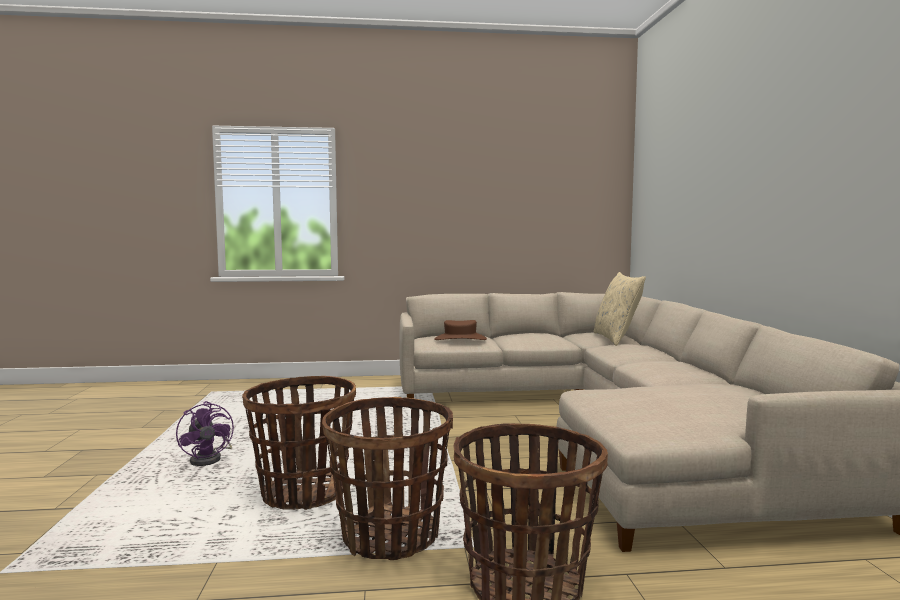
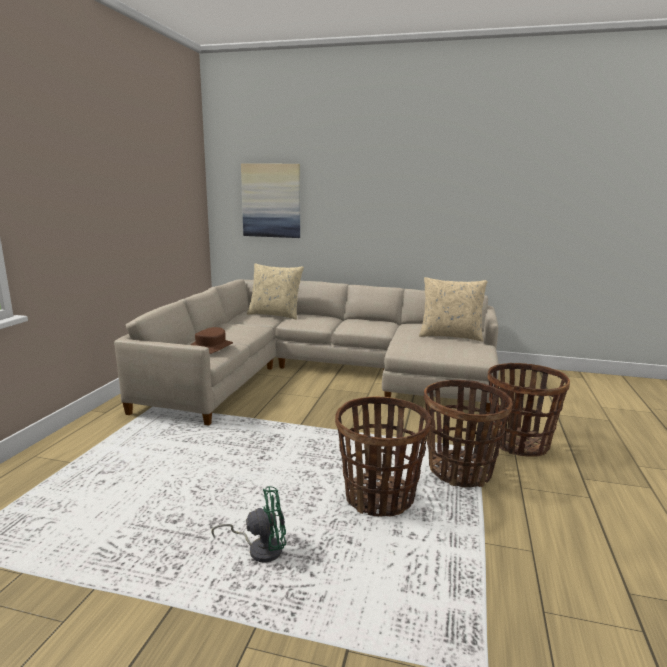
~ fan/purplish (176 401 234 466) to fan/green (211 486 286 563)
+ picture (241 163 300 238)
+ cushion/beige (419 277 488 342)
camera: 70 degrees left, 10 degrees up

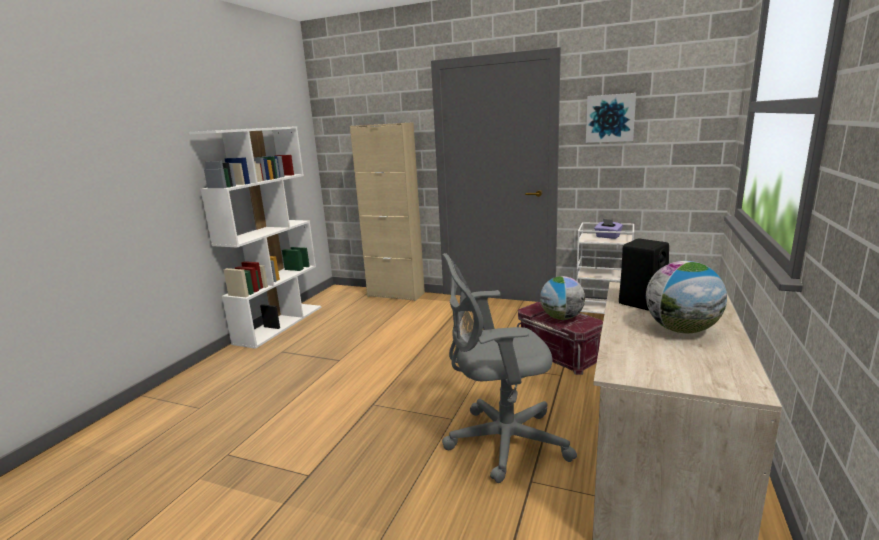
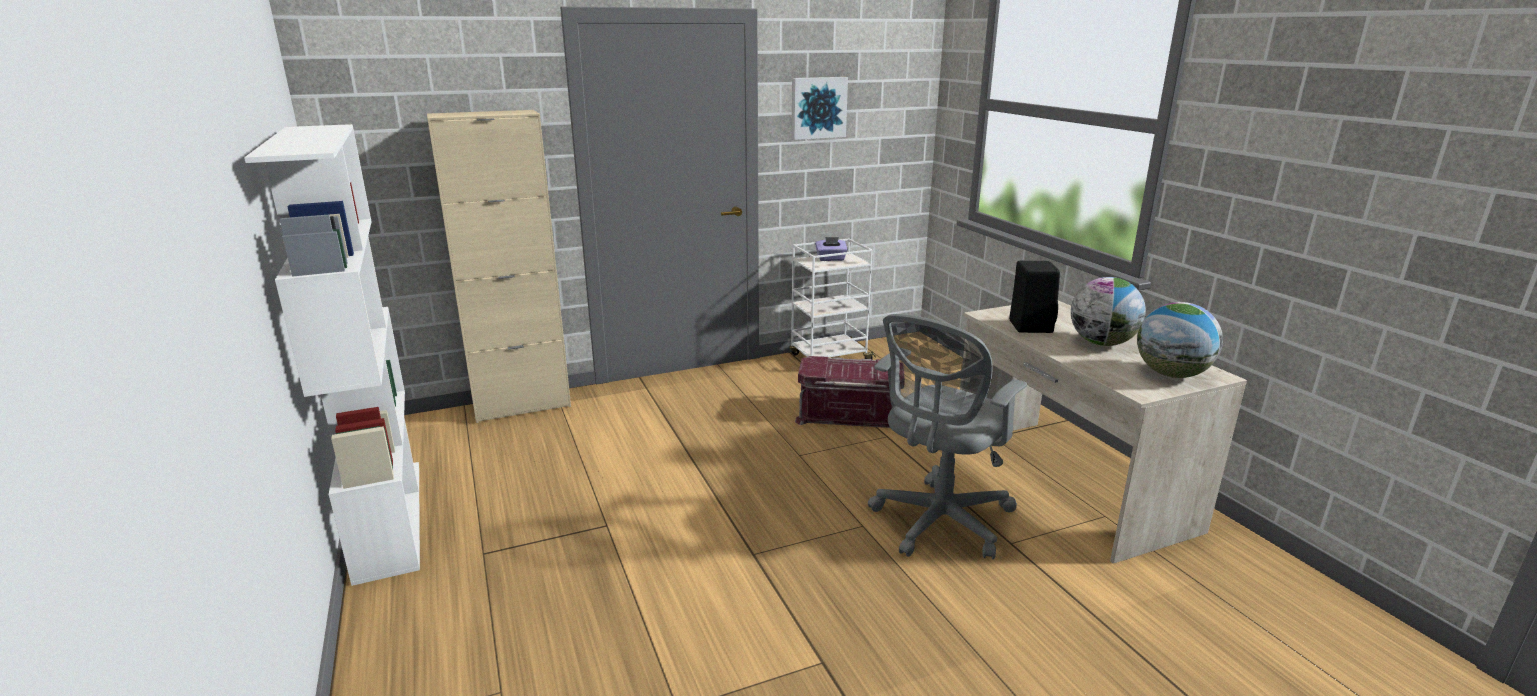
~ world globe (540 276 585 320) to (1137 302 1223 378)
camera: 45 degrees left, 5 degrees up

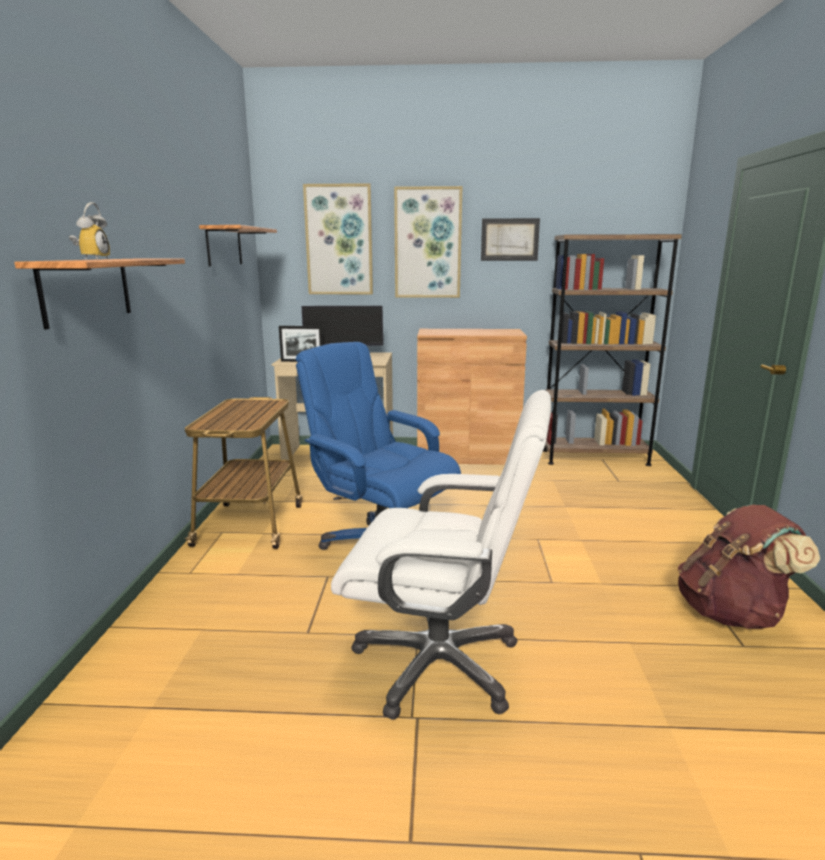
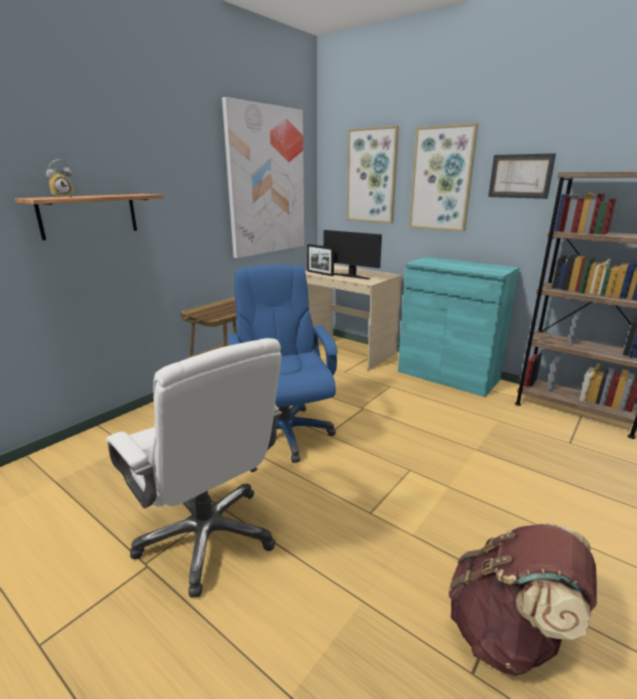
~ wall shelf (199 225 277 266) to picture (222 97 304 258)
~ cupboard/brown-coloured (417 329 527 465) to cupboard/blue-green (398 257 520 397)
camera: 35 degrees right, 5 degrees up

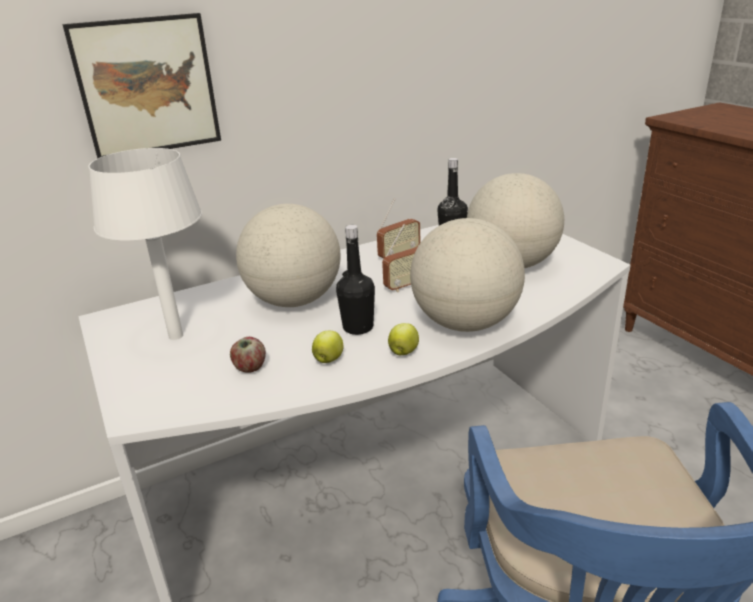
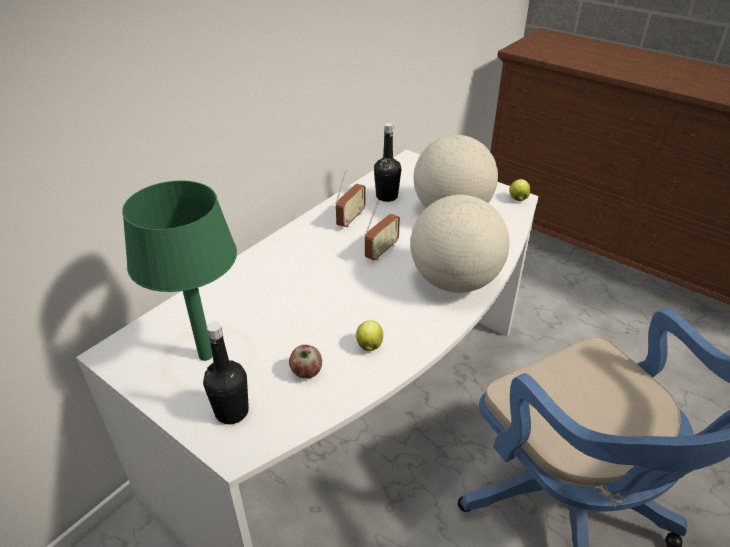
- picture (63 13 221 159)
~ lamp for a table/white-coloured (89 148 202 340) to lamp for a table/green (122 180 237 361)
- world globe (236 204 340 307)
~ bottle/black (336 225 375 335) to (203 322 249 424)
~ apple (388 323 419 355) to (509 179 530 201)
camera: 25 degrees left, 10 degrees up

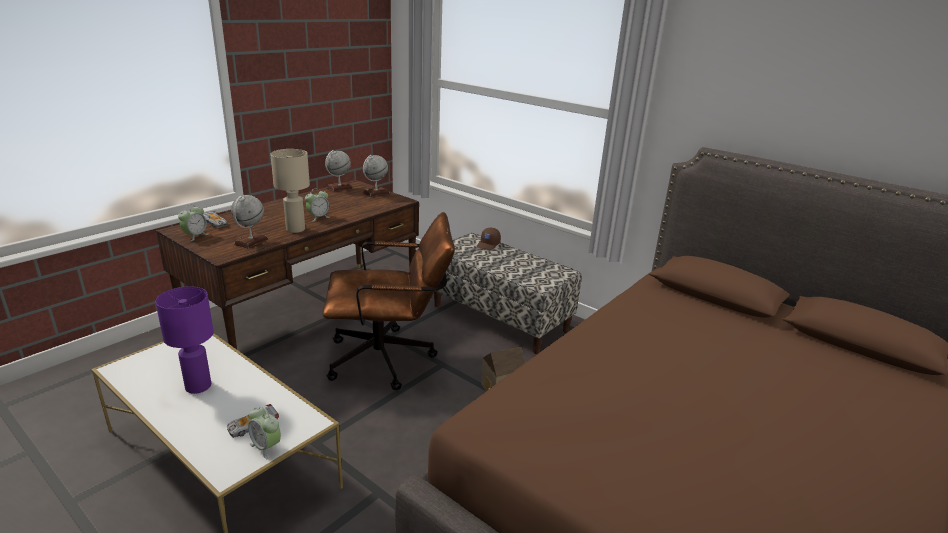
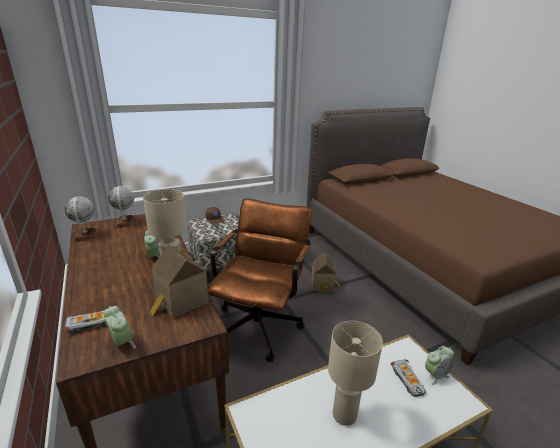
~ world globe (231 195 268 248) to model house (150 245 208 318)
~ lamp for a table/purplish (155 286 214 394) to lamp for a table/beige (328 321 383 426)
camera: 65 degrees left, 0 degrees up

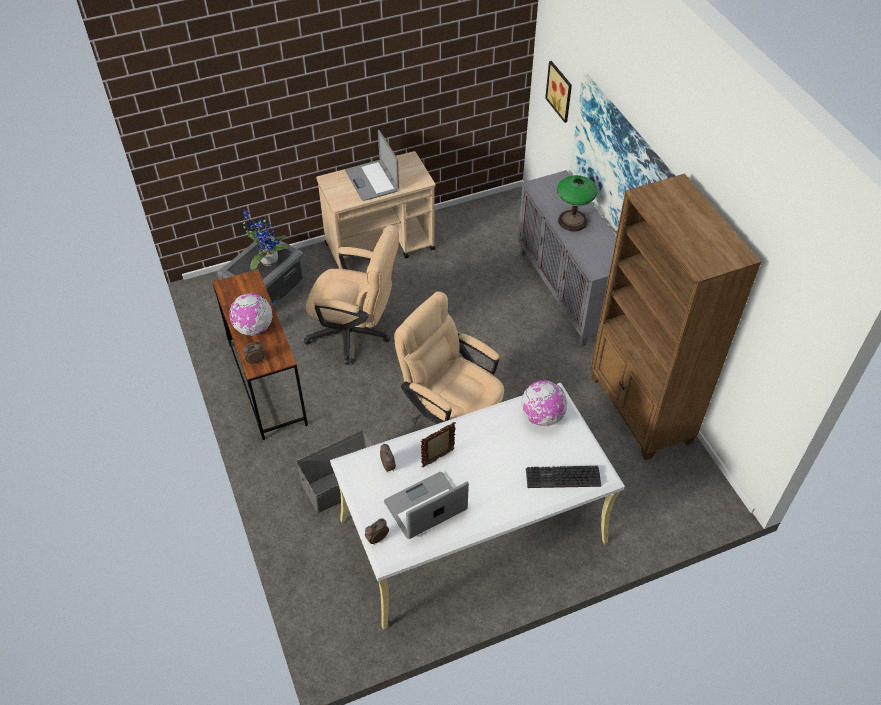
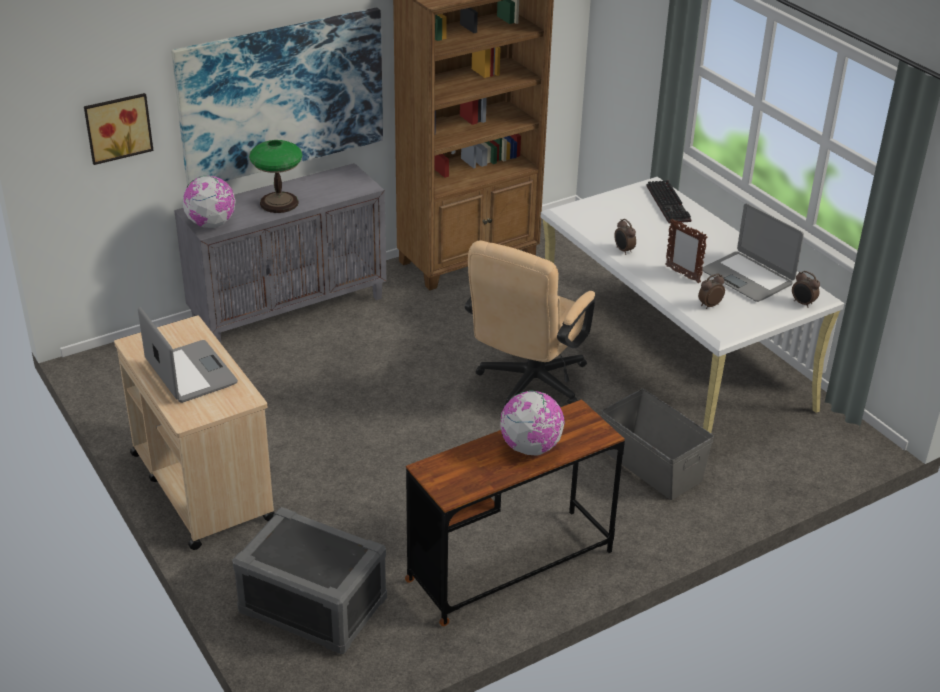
~ notebook computer (345 130 399 201) = (138 307 238 403) 90 degrees counterclockwise
- potted plant (243 209 287 270)
- office chair/beige (304 225 399 365)
~ alarm clock (243 342 265 365) to (614 219 636 255)
~ world globe (521 380 567 426) to (182 176 236 228)
camera: 100 degrees left, 15 degrees down

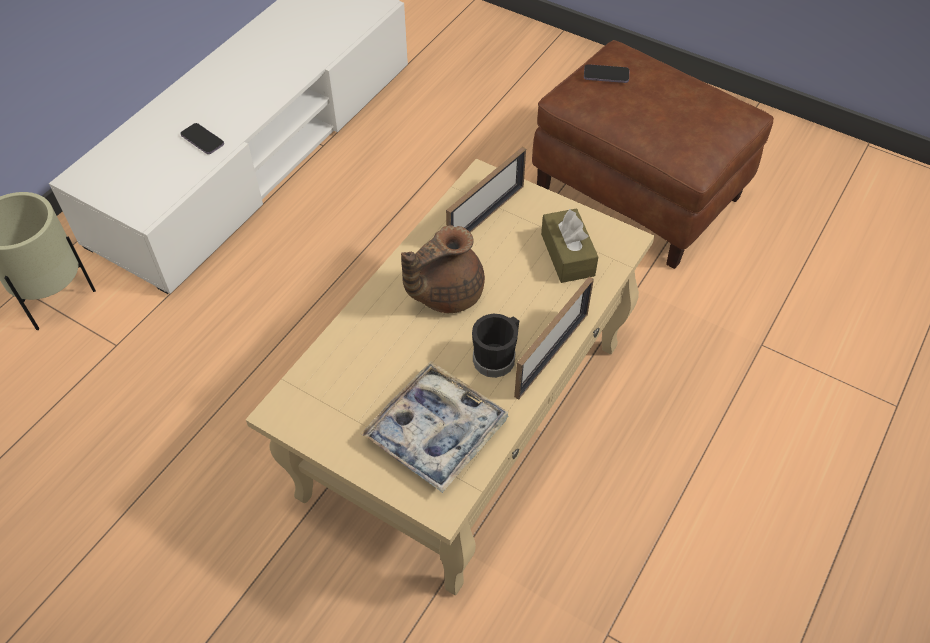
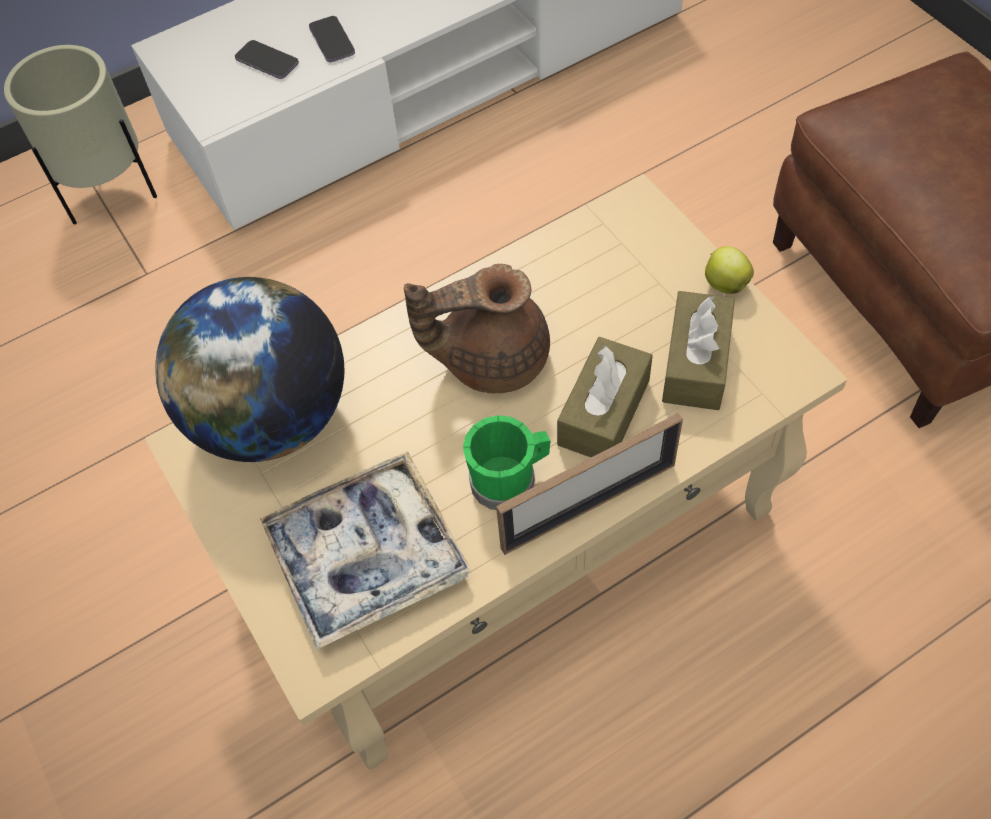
~ handset (584 64 629 83) to (235 40 299 79)
- photo frame (446 147 526 233)
~ tea mug/black (472 313 519 378) to tea mug/green (463 415 550 510)
+ apple (705 246 754 294)
+ world globe (155 277 344 462)
+ tissue holder/brown-coloured (557 337 653 457)
camera: 30 degrees right, 5 degrees up

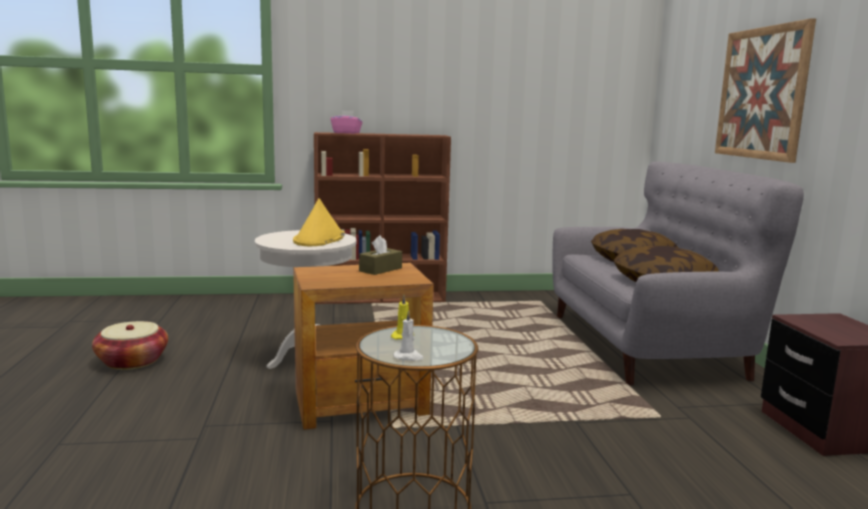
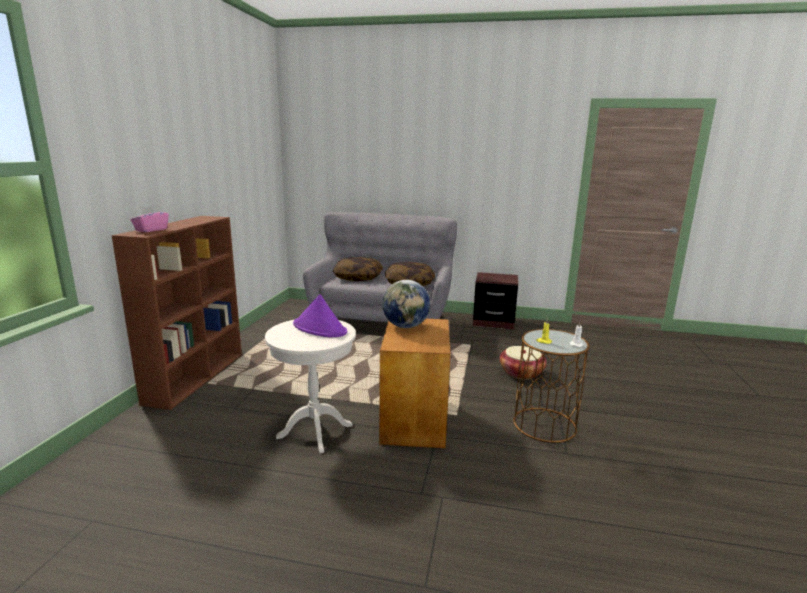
- picture (715 18 816 163)
~ hat/yellowish (293 198 345 246) to hat/purplish (293 294 347 337)
~ tissue holder/brown-coloured (359 235 402 275) to world globe (382 280 430 328)
~ basket (92 321 168 370) to (500 346 547 380)
camera: 70 degrees left, 5 degrees up

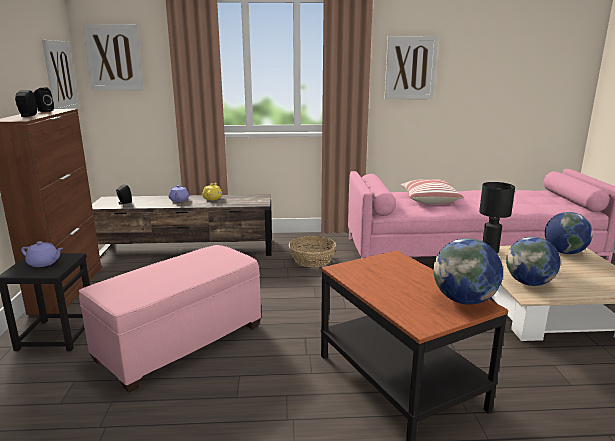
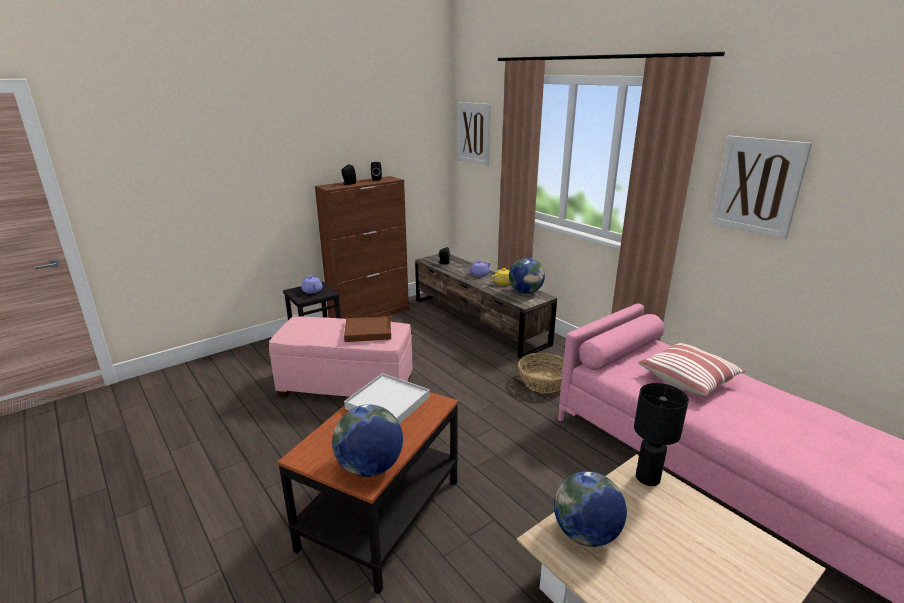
- picture (42 40 79 109)
~ world globe (545 212 593 254) to (509 258 545 294)
+ serving tray/brown-coloured (344 314 391 342)
+ serving tray/white-coloured (344 373 430 424)
camera: 55 degrees right, 5 degrees up

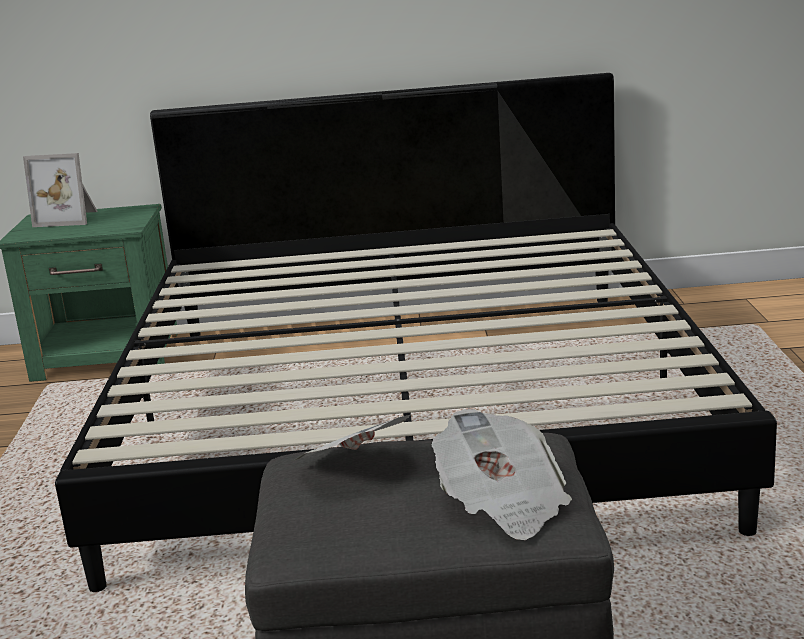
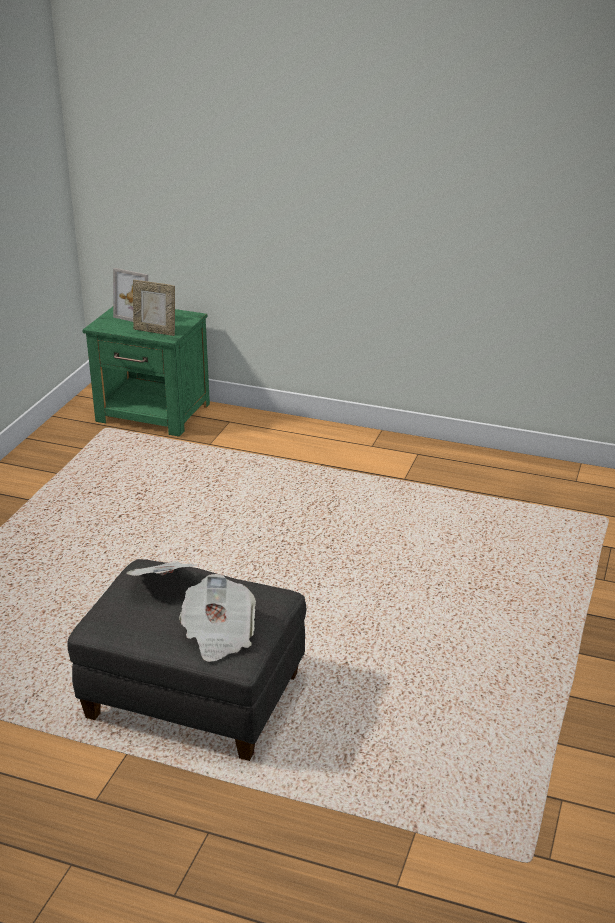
- bed (55 73 777 592)
+ photo frame (133 280 175 336)
camera: 20 degrees right, 10 degrees up

